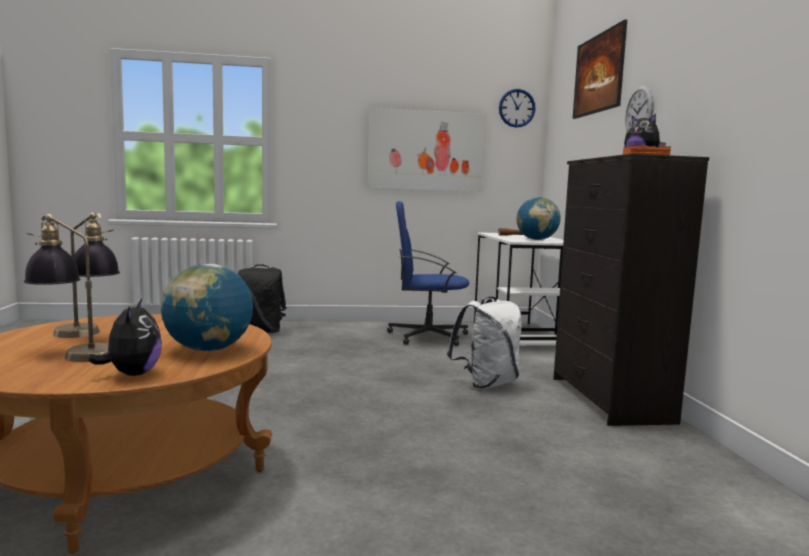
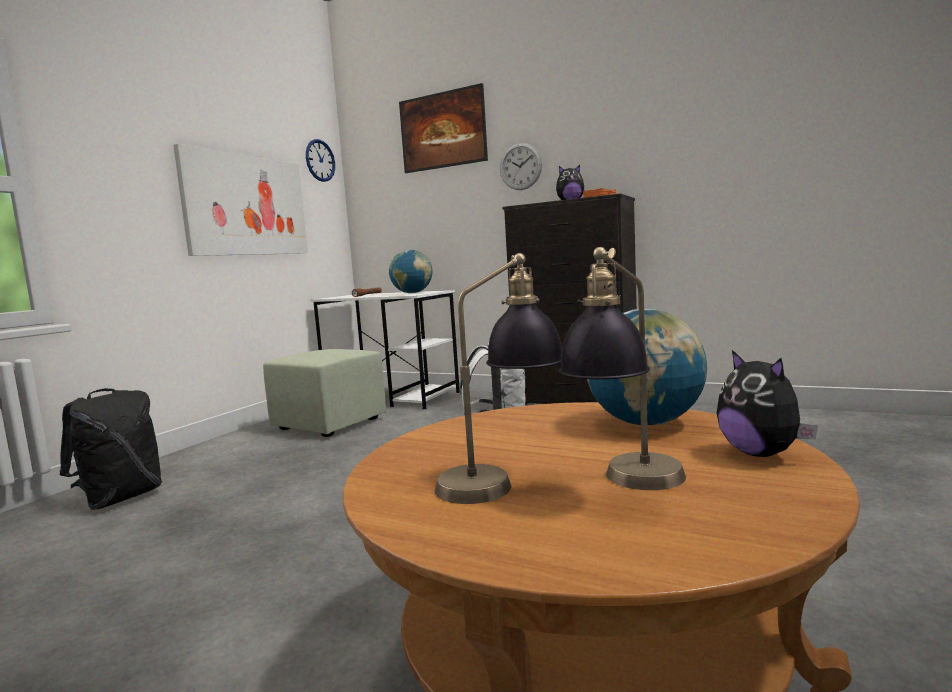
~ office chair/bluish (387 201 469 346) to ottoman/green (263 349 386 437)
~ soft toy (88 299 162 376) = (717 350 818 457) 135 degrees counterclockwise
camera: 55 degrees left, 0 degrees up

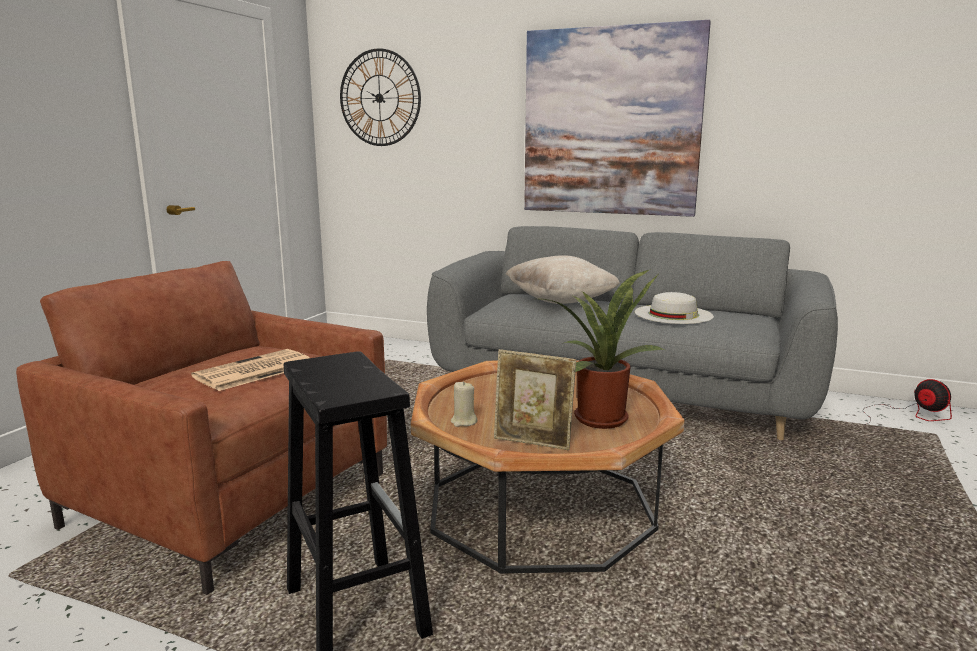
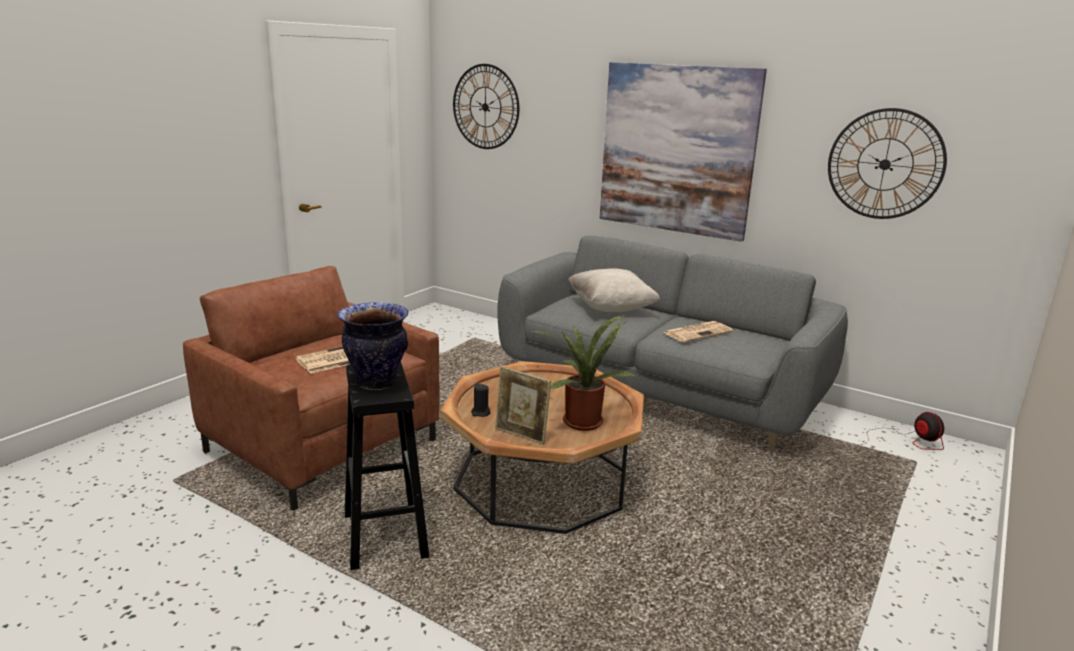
~ hat/white-coloured (635 292 714 324) to newspaper (663 321 733 342)
~ candle/beige (451 381 477 427) to candle/black (471 384 491 417)
+ wall clock (828 108 947 219)
+ flower vase (337 302 408 390)
camera: 10 degrees right, 5 degrees up

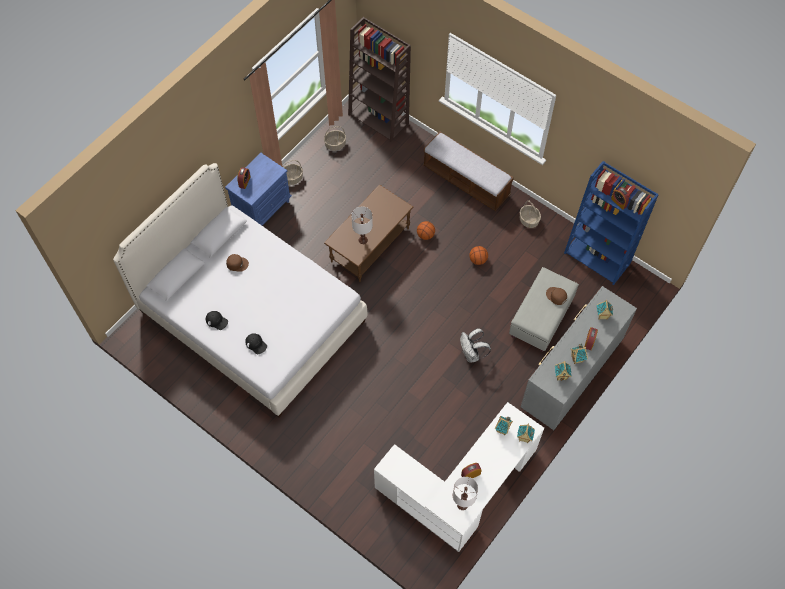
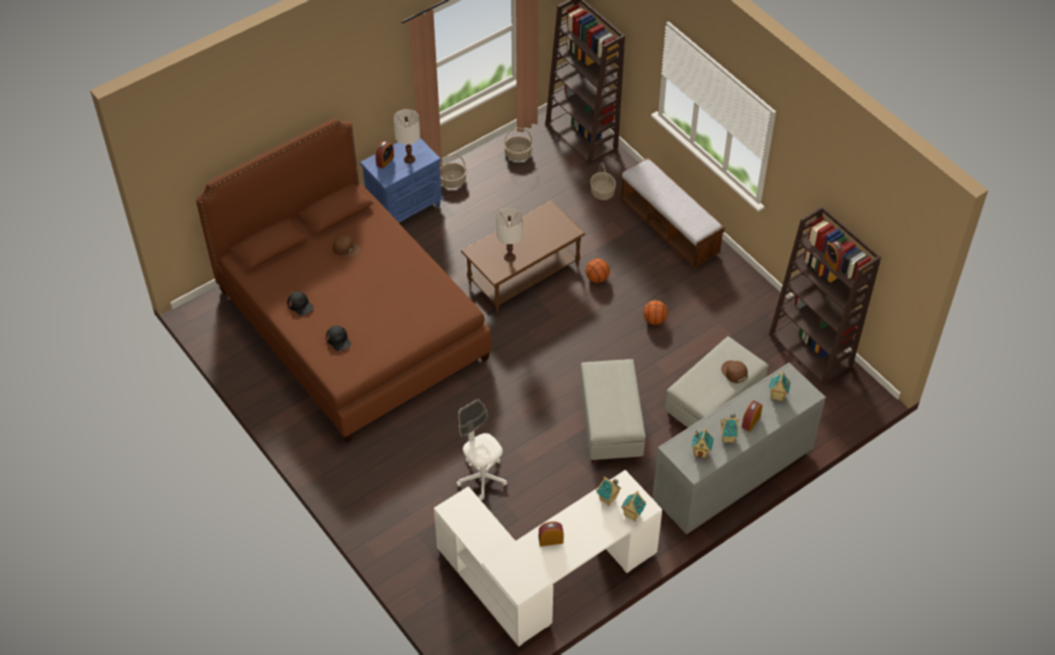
~ bookshelf/bluish (564 161 659 285) to bookshelf/brown-coloured (769 206 881 386)
~ bed/white-coloured (113 163 367 417) to bed/brown-coloured (196 118 491 443)
~ basket (520 200 541 228) to (590 163 616 200)
~ knapsack/white-coloured (460 328 491 363) to ottoman/greyish (580 359 646 464)
~ lamp for a table/white-coloured (453 477 478 510) to (393 109 420 163)
+ office chair/white-coloured (457 399 507 500)
camera: 15 degrees right, 10 degrees down

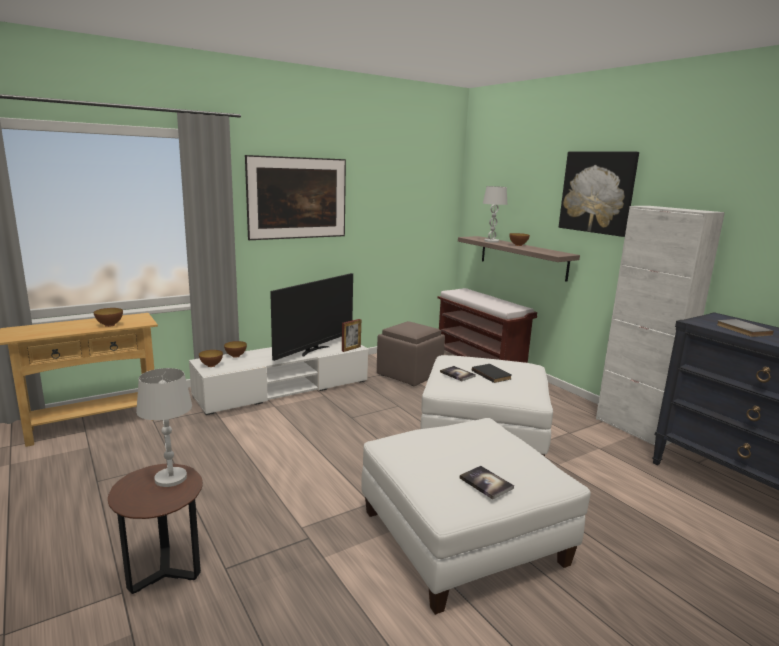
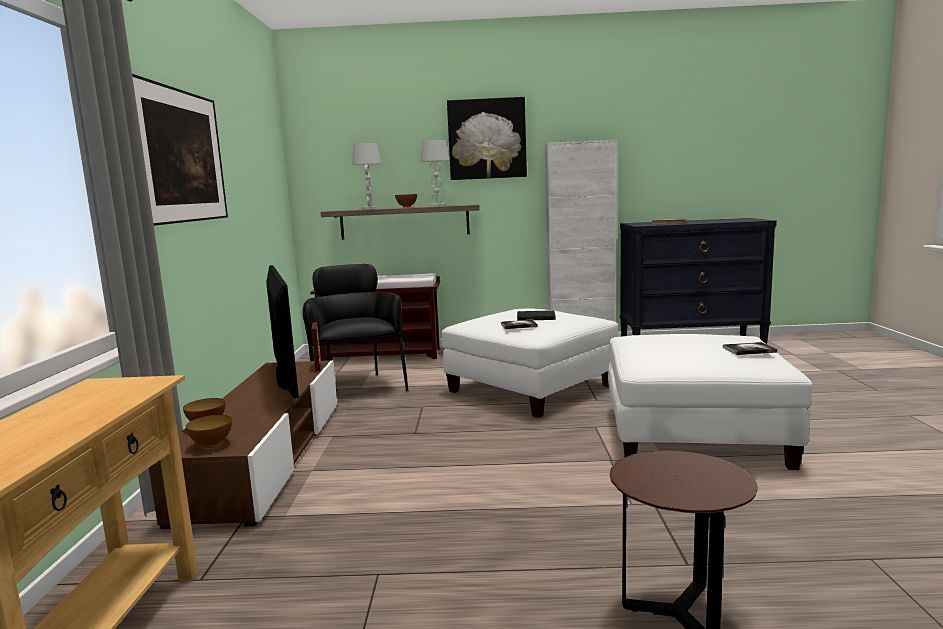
- serving bowl (94 308 123 327)
~ ottoman/brown-coloured (377 321 445 386) to easy chair/black (302 264 408 391)
~ tv stand/white-coloured (189 337 368 415) to tv stand/brown-coloured (149 360 337 529)
~ lamp for a table/white-coloured (136 368 192 487) to (421 140 449 206)
camera: 55 degrees left, 5 degrees down

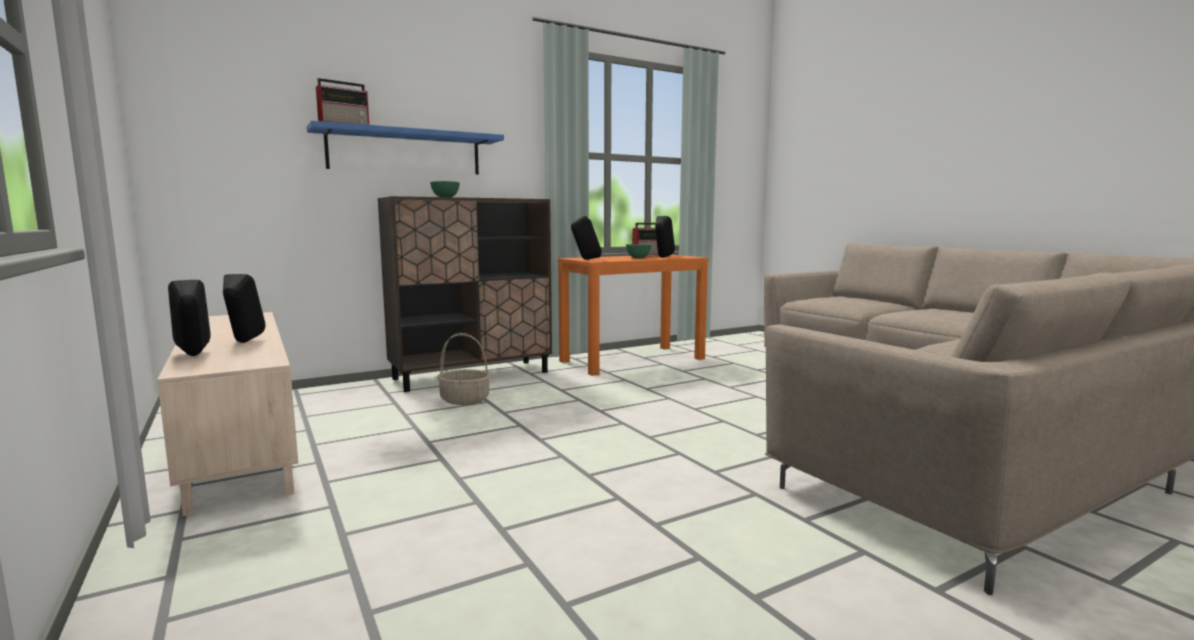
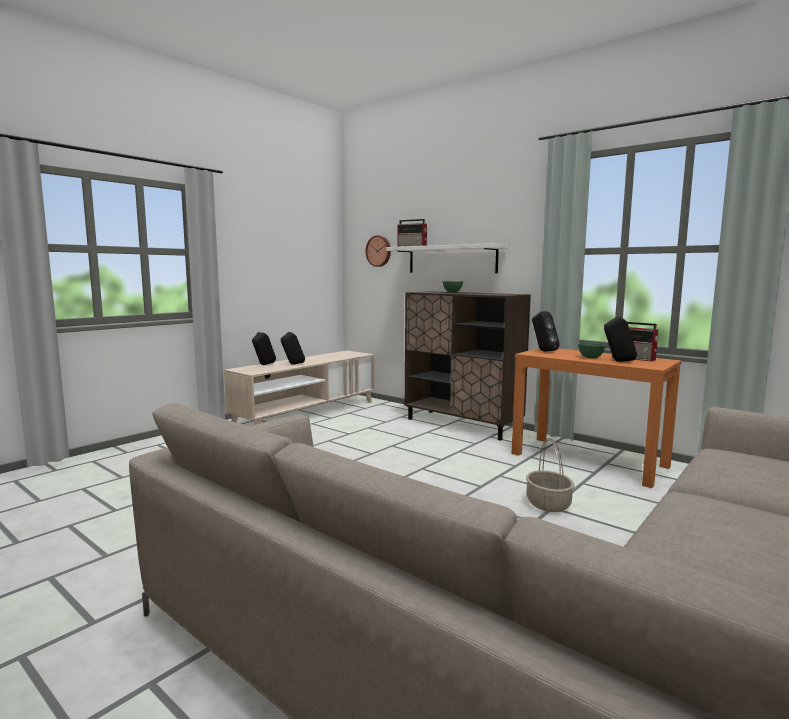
~ wall shelf/bluish (307 120 504 175) to wall shelf/white-coloured (386 243 508 273)
~ basket (437 333 490 405) to (526 438 574 512)
+ wall clock (366 235 391 267)
camera: 70 degrees right, 0 degrees up

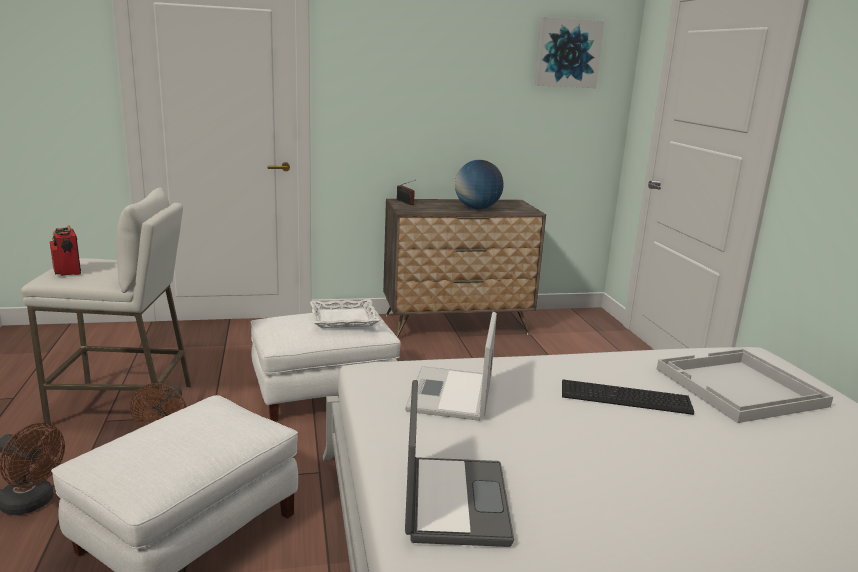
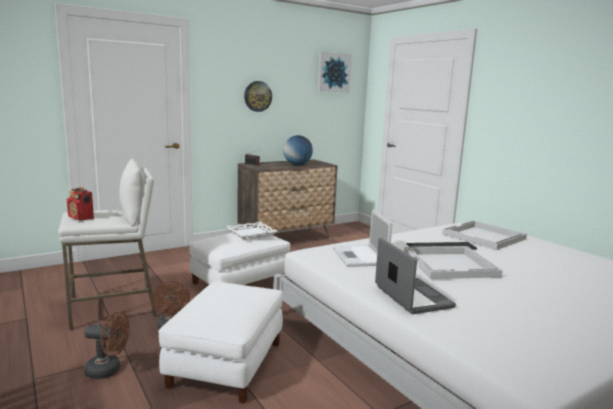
+ wall clock (244 81 272 112)
+ serving tray/white-coloured (404 246 503 279)
camera: 20 degrees left, 5 degrees down

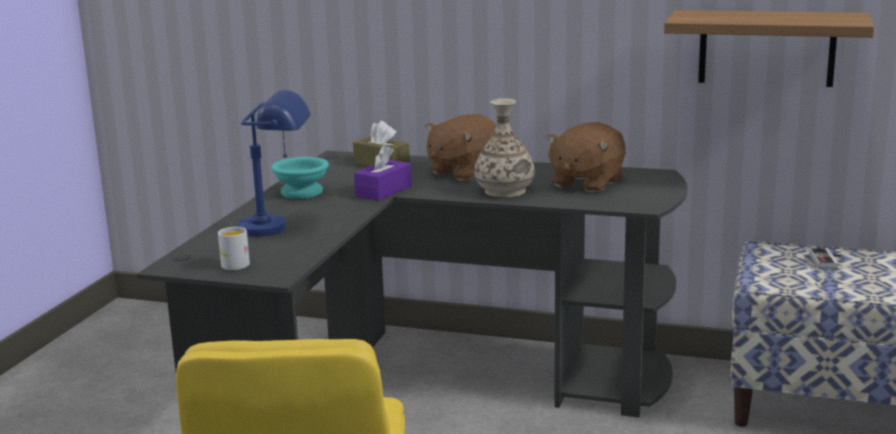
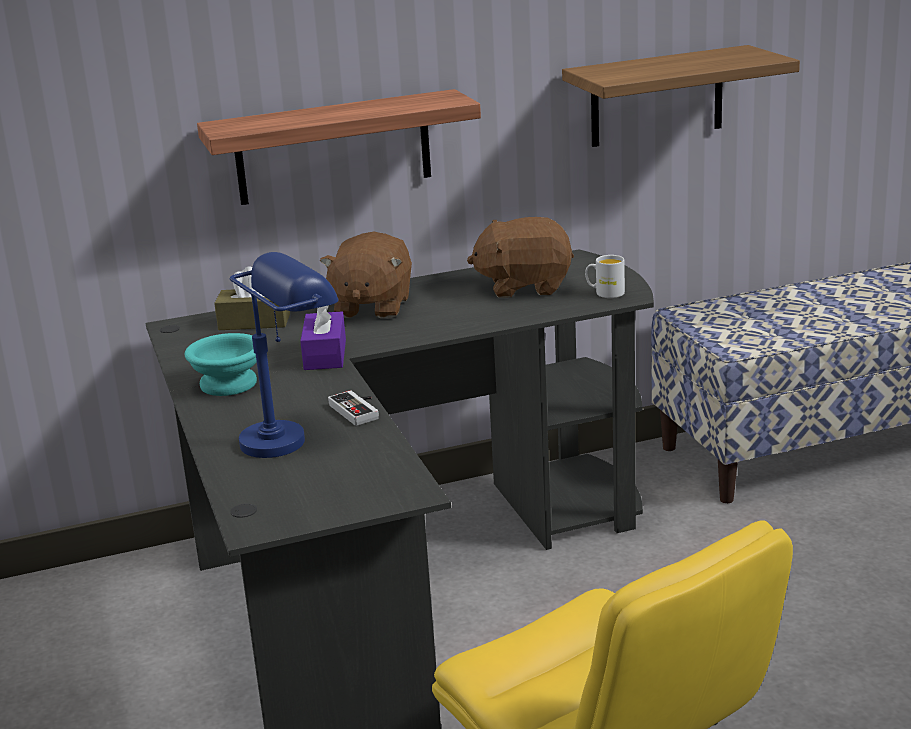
- flower vase (474 98 535 197)
~ soft toy/brown-coloured (546 122 626 193) = (467 217 574 298) 90 degrees clockwise
~ tea mug/white-coloured (218 227 250 270) to (585 255 625 298)
~ gamepad (809 248 841 269) to (328 390 379 426)
+ wall shelf (197 89 481 205)
camera: 35 degrees left, 5 degrees up

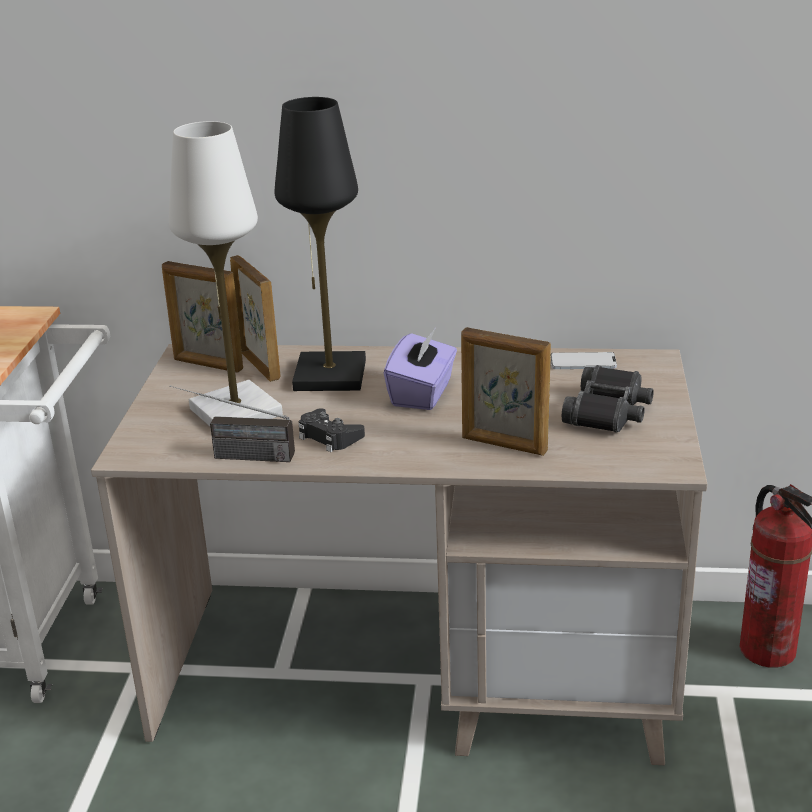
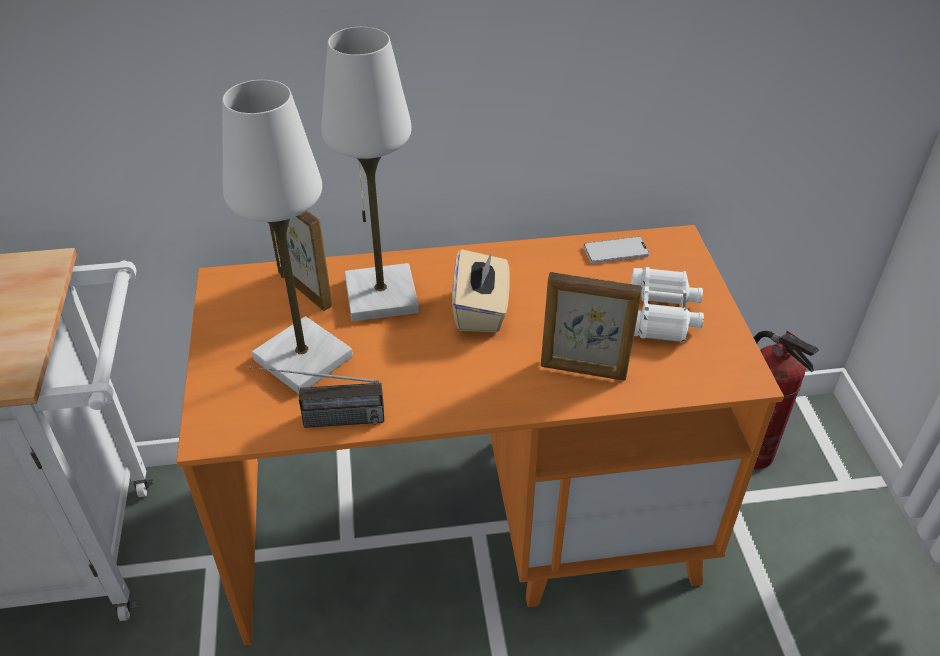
~ lamp for a table/black (275 97 366 391) to lamp for a table/white-coloured (321 27 419 322)
- photo frame (162 261 243 373)
~ tissue holder/purplish (384 328 457 410) to tissue holder/beige (452 249 510 332)
~ desk unit/beige (91 344 707 765) to desk unit/orange (176 225 784 646)
~ pair of binoculars/black (562 365 654 433) to pair of binoculars/white-coloured (631 267 704 343)
- gamepad/black (299 408 365 452)
camera: 15 degrees left, 15 degrees up

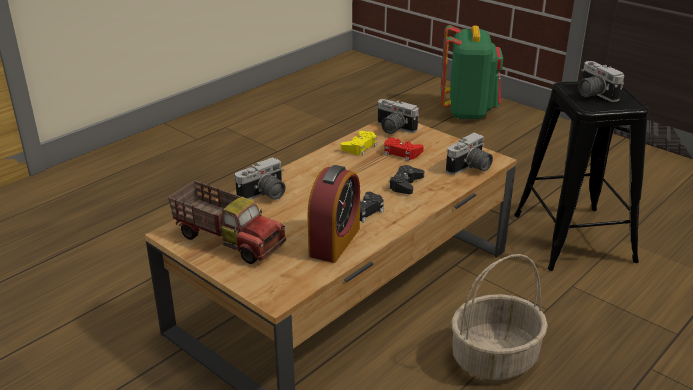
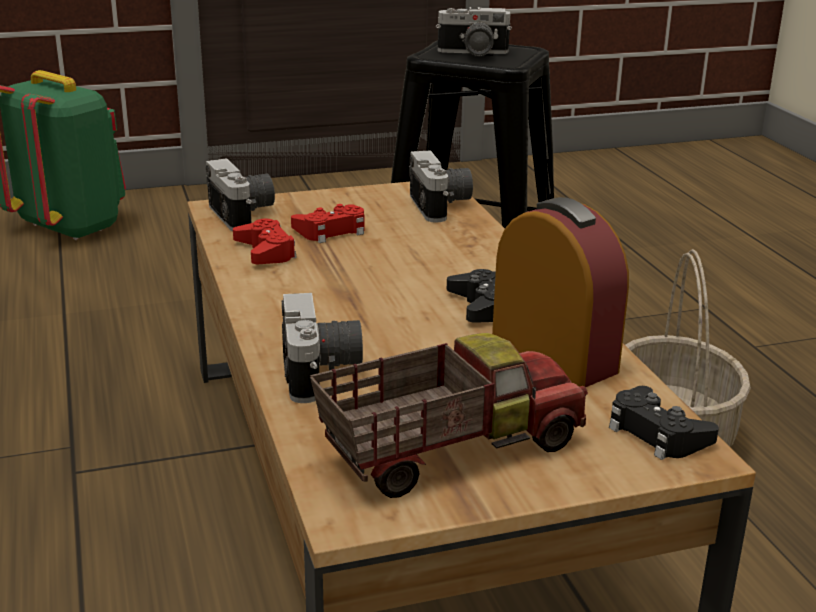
~ still camera (376 99 419 134) = (206 158 275 231) 90 degrees counterclockwise
~ gamepad/yellowish (340 131 377 155) to gamepad/red-coloured (233 219 297 264)
~ gamepad/black (389 165 424 194) to (609 386 719 460)
camera: 60 degrees left, 5 degrees down

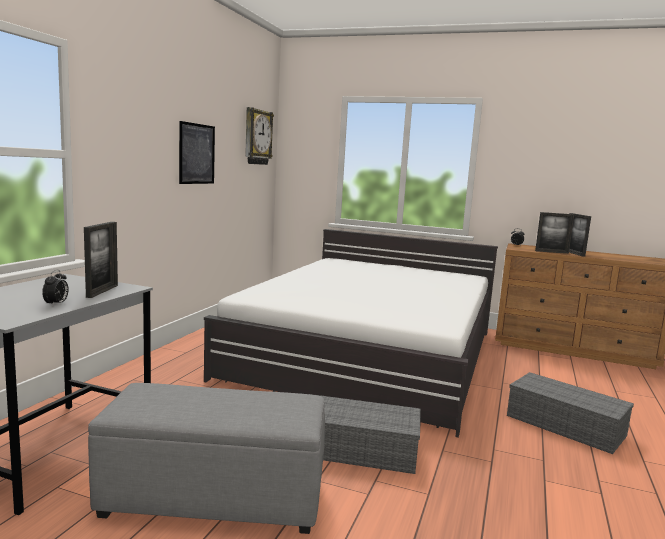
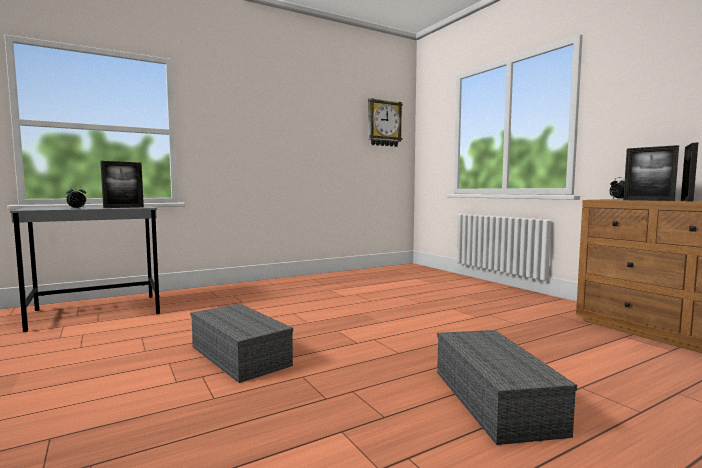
- picture (179 121 215 184)
- bed/white-coloured (204 229 498 438)
- ottoman/greyish (88 383 325 534)
camera: 40 degrees right, 5 degrees down

